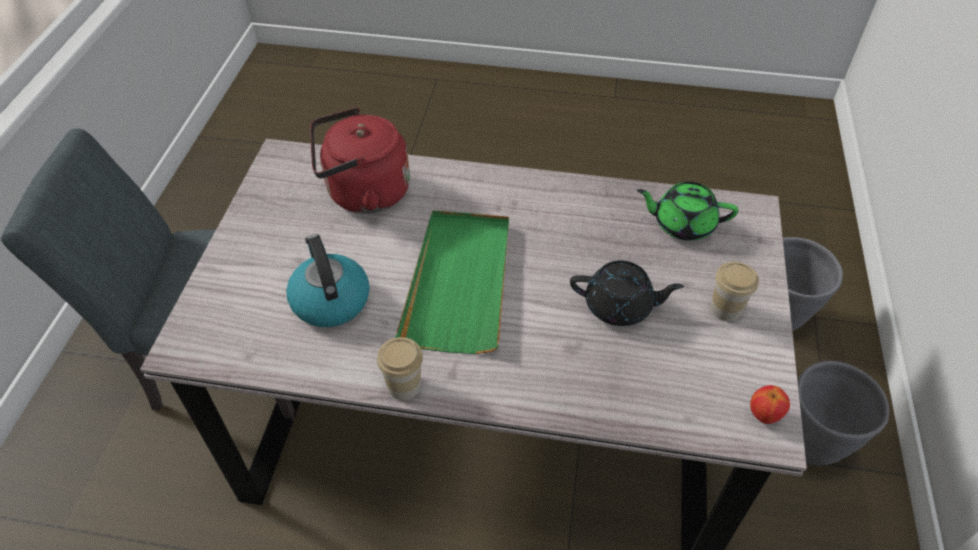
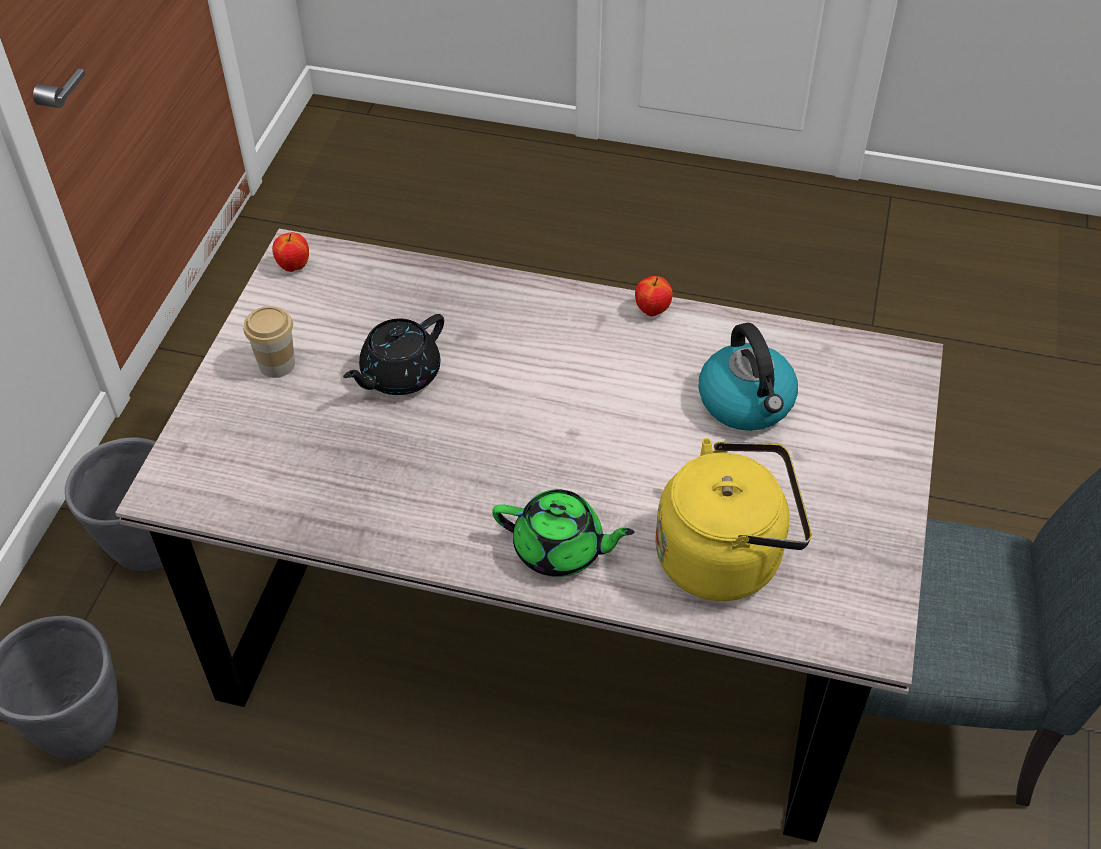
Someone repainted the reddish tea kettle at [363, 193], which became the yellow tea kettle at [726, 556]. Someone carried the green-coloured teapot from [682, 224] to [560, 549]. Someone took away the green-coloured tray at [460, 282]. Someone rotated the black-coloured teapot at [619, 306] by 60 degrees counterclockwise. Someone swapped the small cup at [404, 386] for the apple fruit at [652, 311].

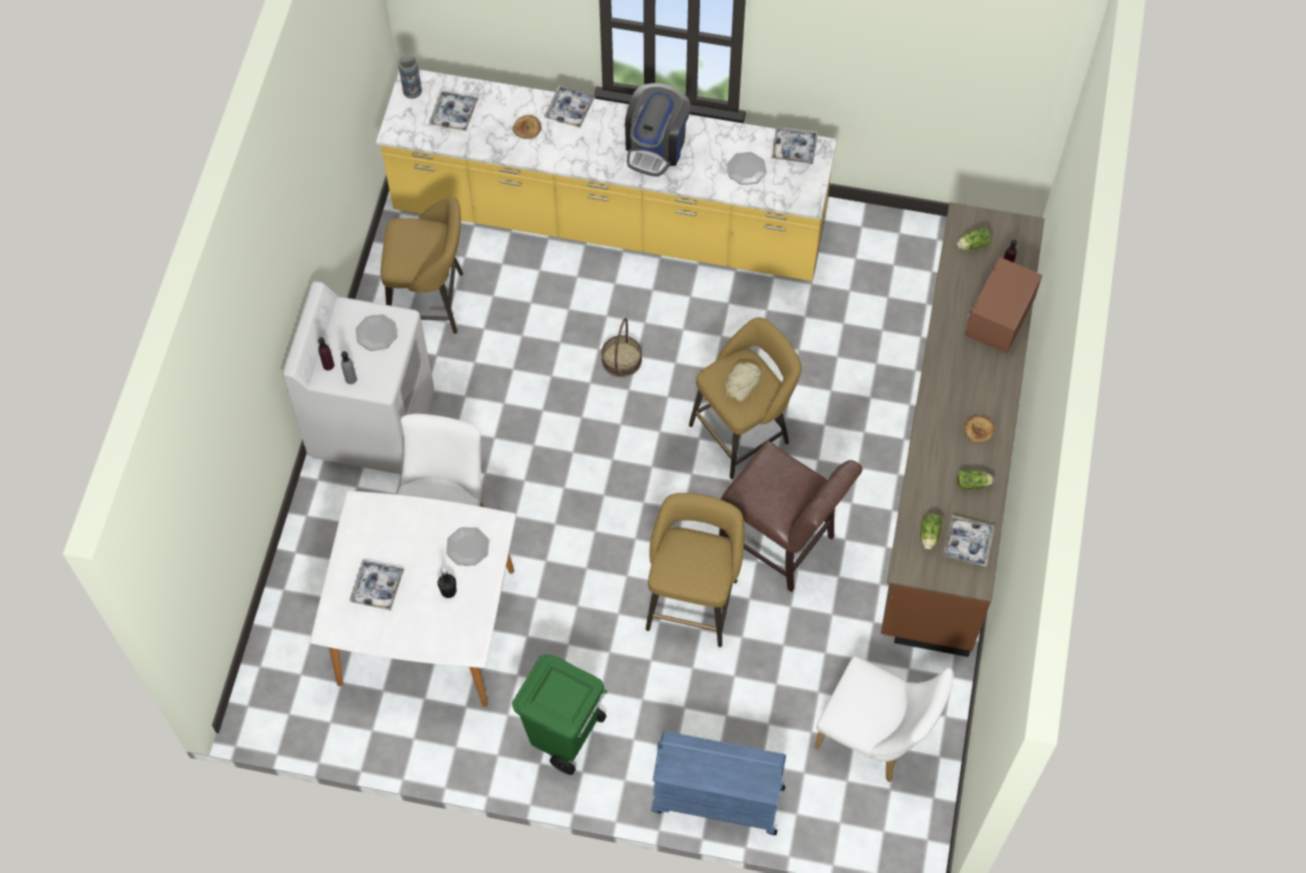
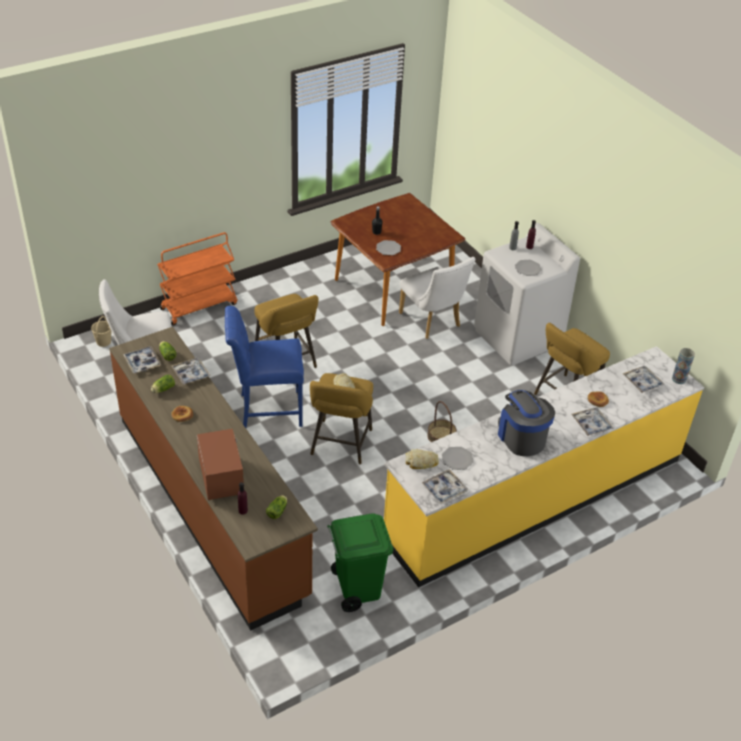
Someone repainted the brown plain chair at [782, 544], which became the blue-coloured plain chair at [266, 409]. Someone repainted the white-coloured dining table at [428, 627], which became the brown dining table at [393, 288]. Someone carried the tray from [377, 587] to [191, 374]. Someone carried the green-coloured rubbish bin from [564, 736] to [357, 588]. Someone repainted the blue-coloured trolley at [716, 800], which became the orange-coloured trolley at [199, 306]. Someone put down the beige-coloured water bucket at [103, 341]. Someone put down the bread at [421, 462].

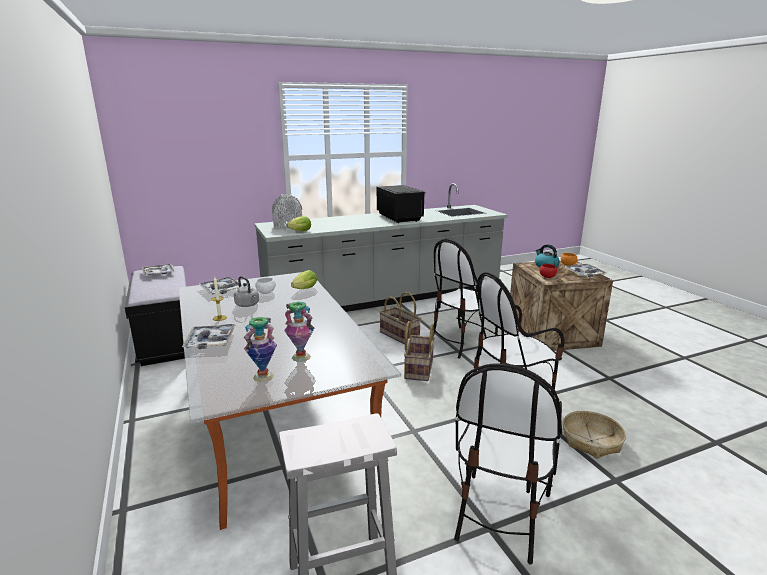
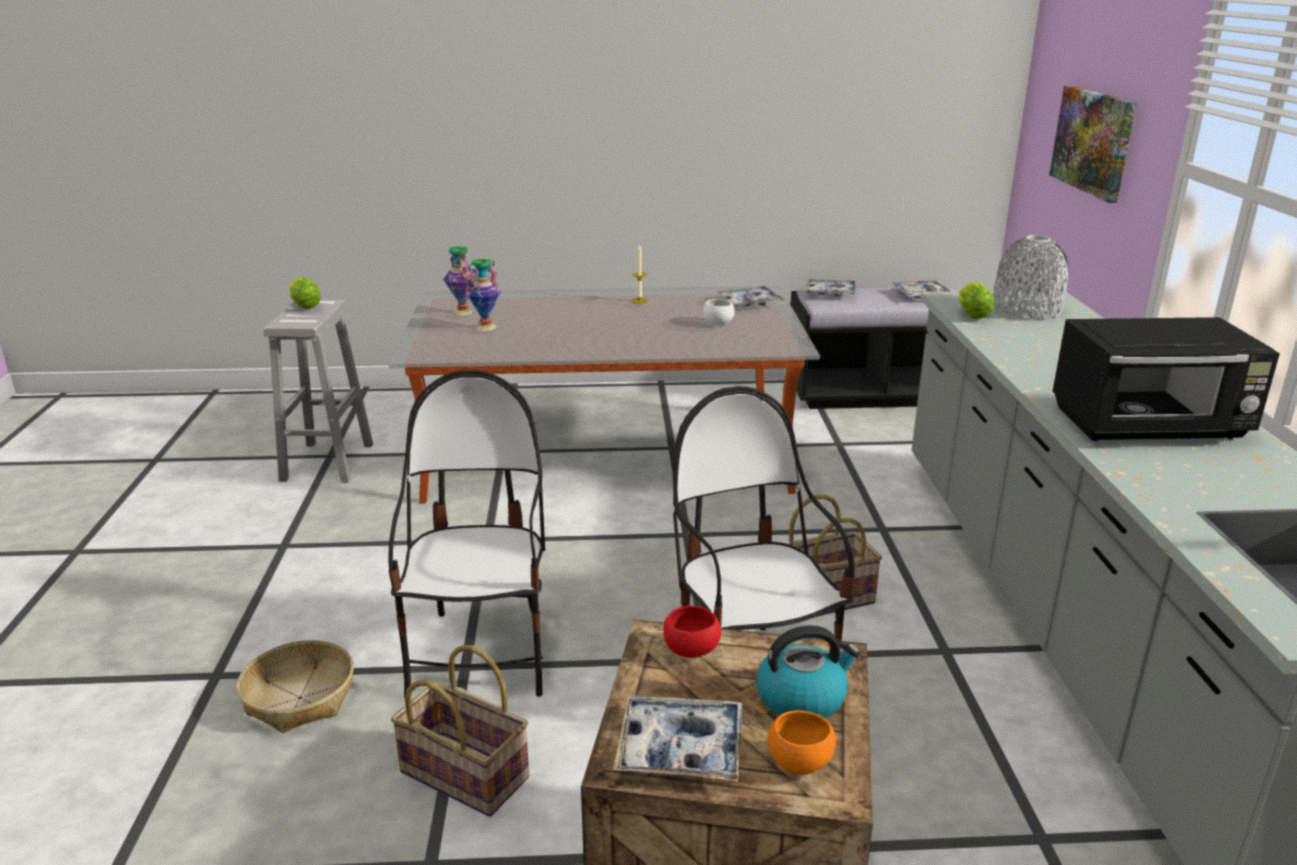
Someone carried the head of lettuce from [303, 289] to [304, 305]. Someone took away the gray tea kettle at [248, 305]. Someone carried the household basket from [418, 369] to [466, 774]. Someone carried the tray from [210, 341] to [830, 293]. Someone took away the plain chair at [499, 513]. Someone put up the picture at [1093, 141].

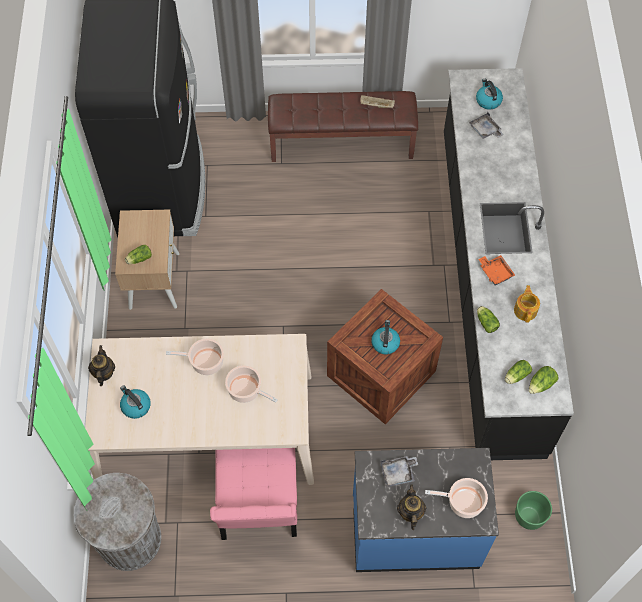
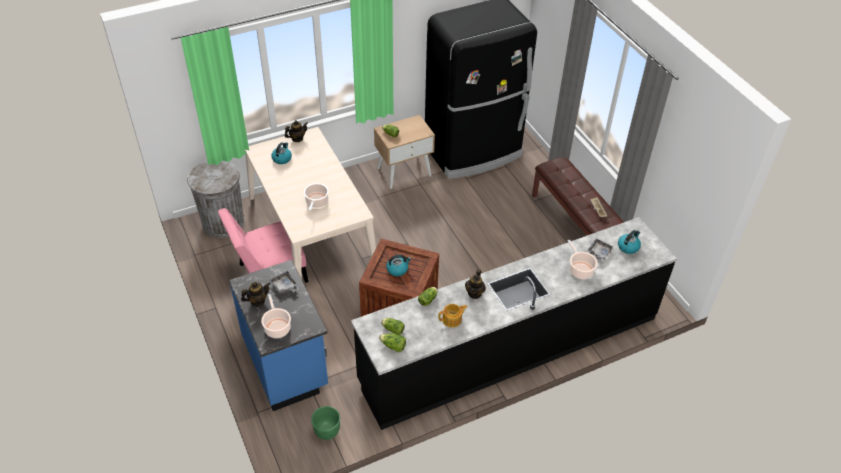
Someone swapped the orange-coloured tray at [495, 272] for the teapot at [474, 293]. Someone carried the saucepot from [205, 362] to [580, 270].

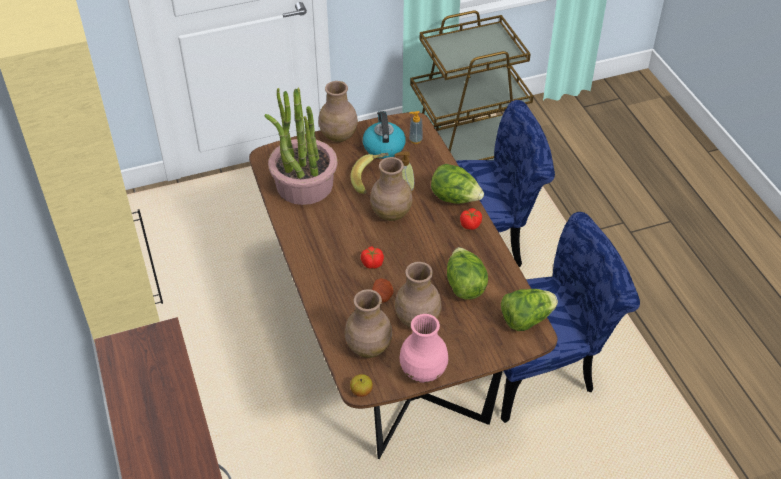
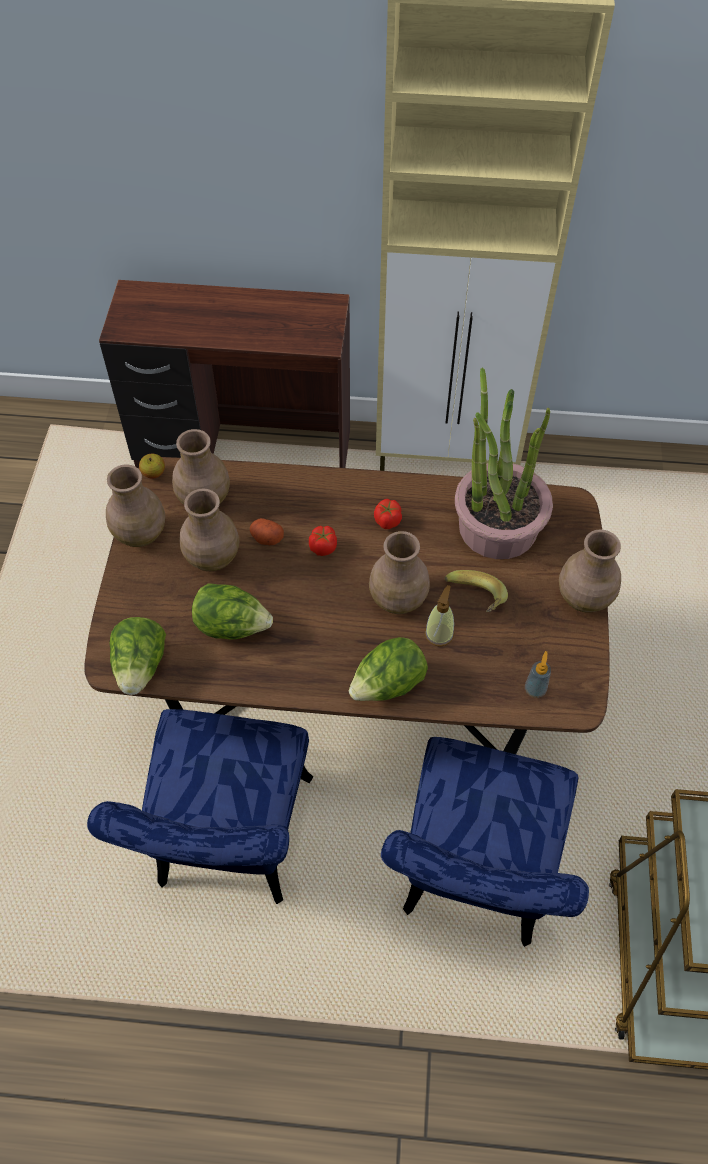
Someone took away the tea kettle at [383, 147]. Someone carried the fresh tomato from [470, 225] to [387, 521]. Someone repainted the pink-coloured vase at [422, 371], which became the brown vase at [141, 533].

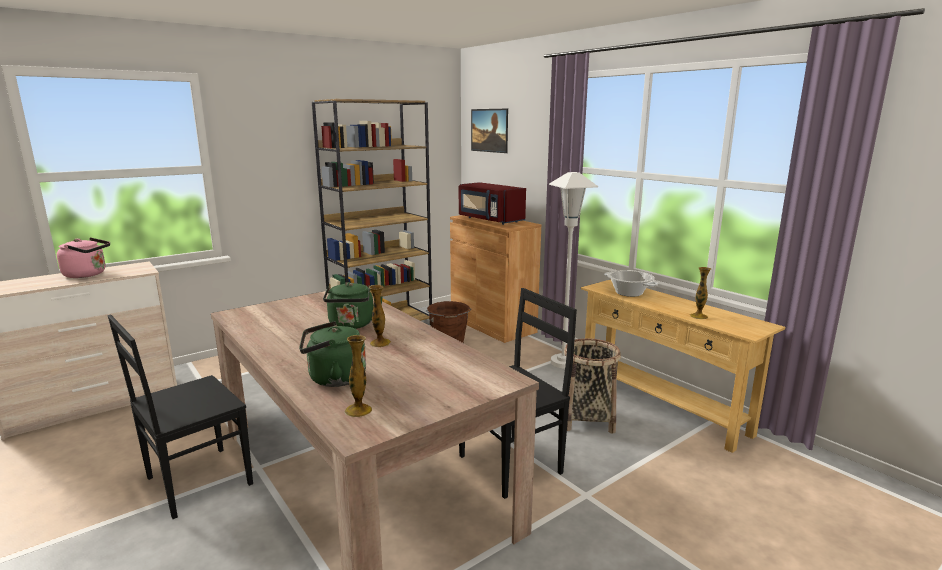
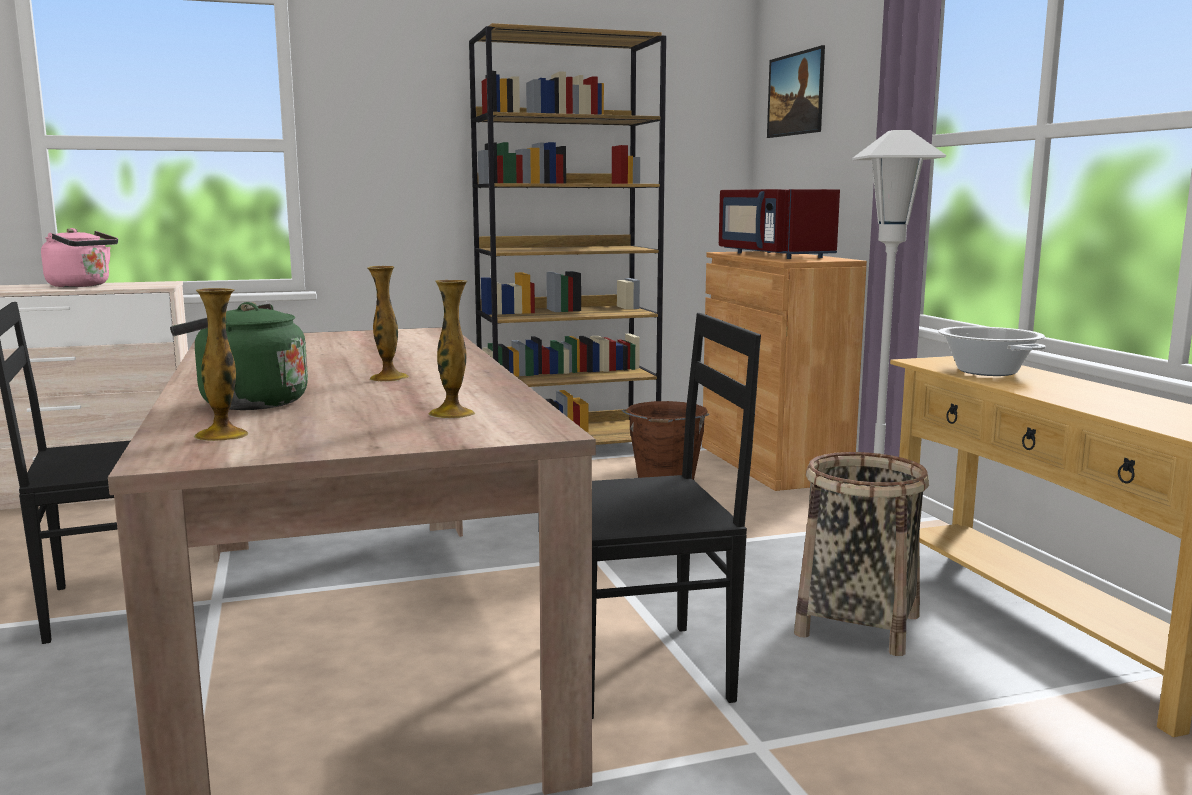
Someone carried the vase from [698, 316] to [452, 414]. Someone took away the green-coloured tea kettle at [351, 325].

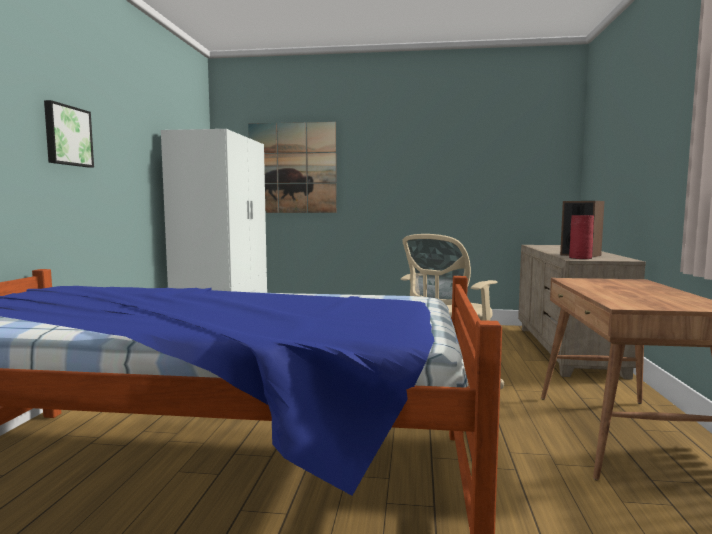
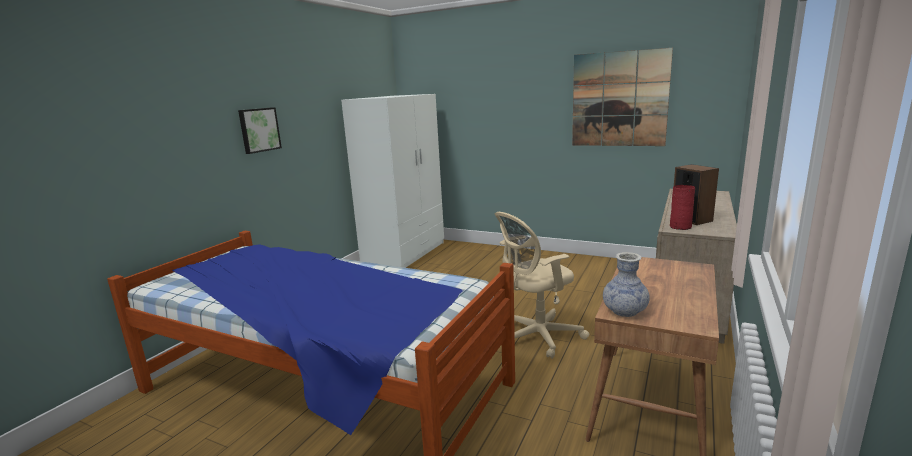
Someone carried the picture from [292, 168] to [619, 99]. Someone put down the vase at [624, 311].

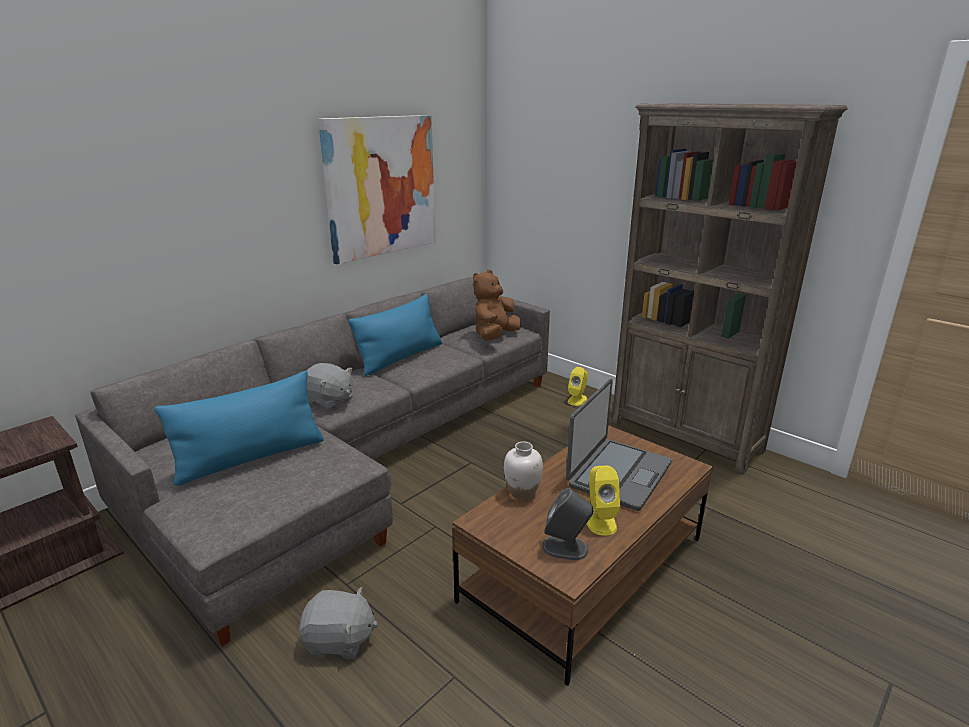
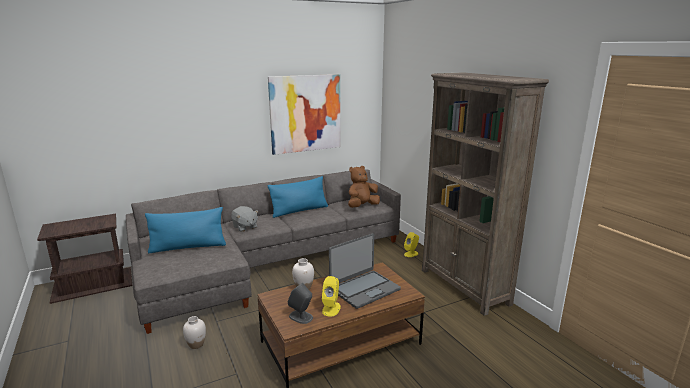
Someone swapped the gray plush toy at [339, 641] for the white-coloured vase at [196, 344].

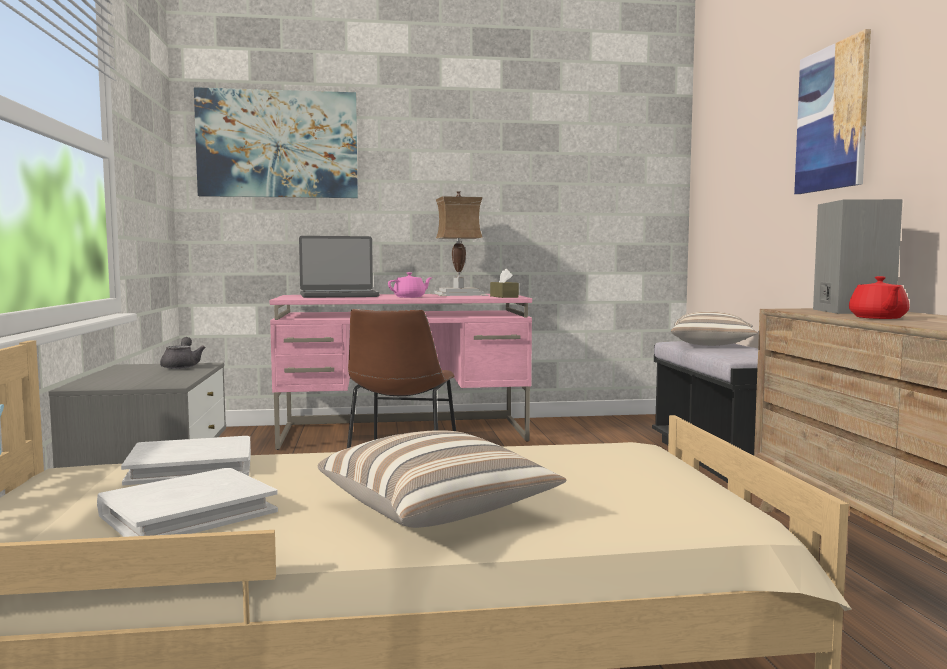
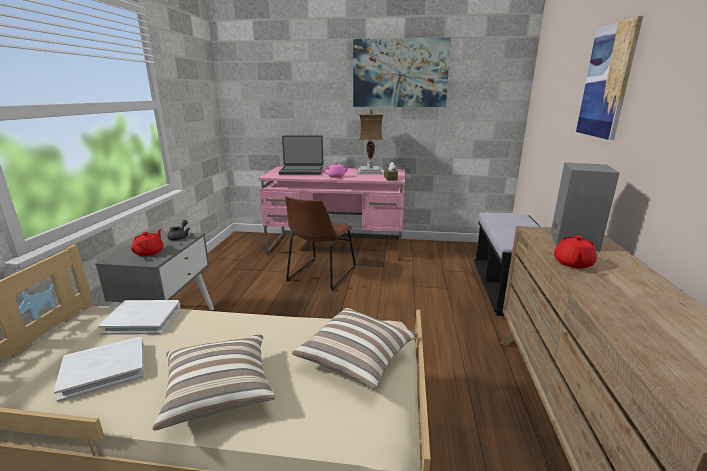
Someone carried the picture from [278, 144] to [400, 73]. Someone carried the pillow from [712, 345] to [357, 359]. Someone put down the reddish teapot at [150, 252].

